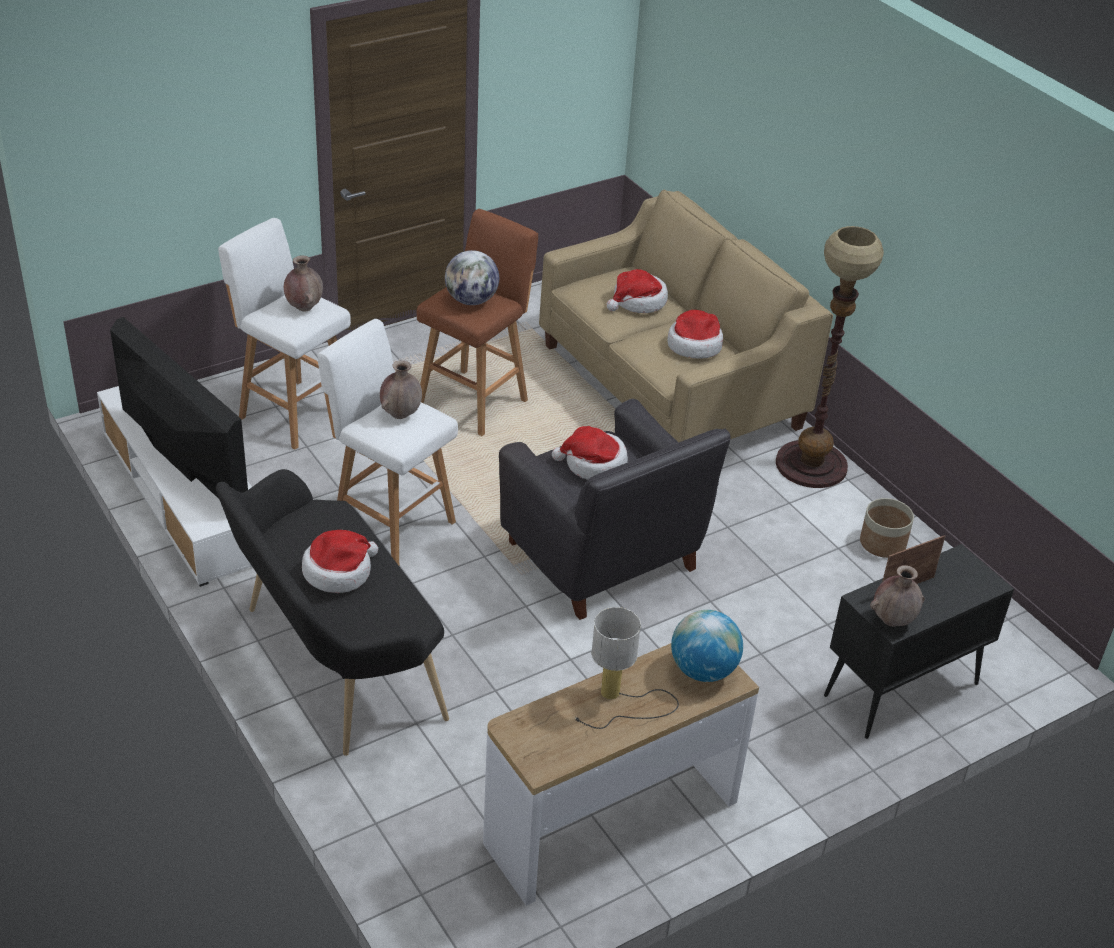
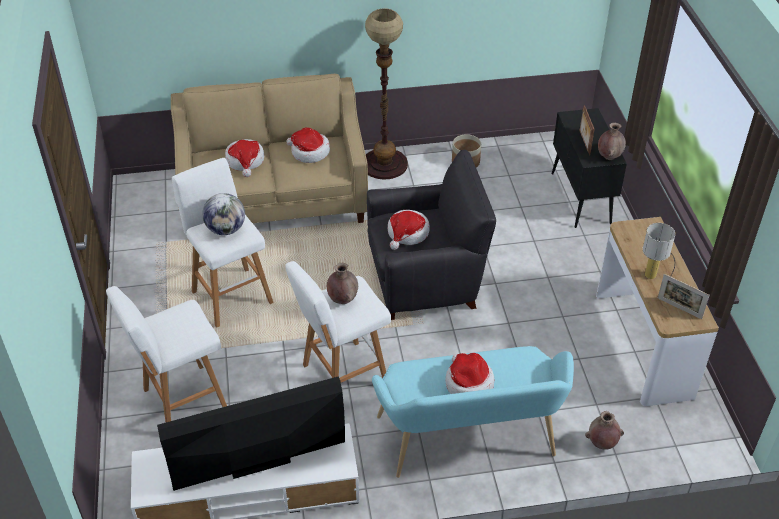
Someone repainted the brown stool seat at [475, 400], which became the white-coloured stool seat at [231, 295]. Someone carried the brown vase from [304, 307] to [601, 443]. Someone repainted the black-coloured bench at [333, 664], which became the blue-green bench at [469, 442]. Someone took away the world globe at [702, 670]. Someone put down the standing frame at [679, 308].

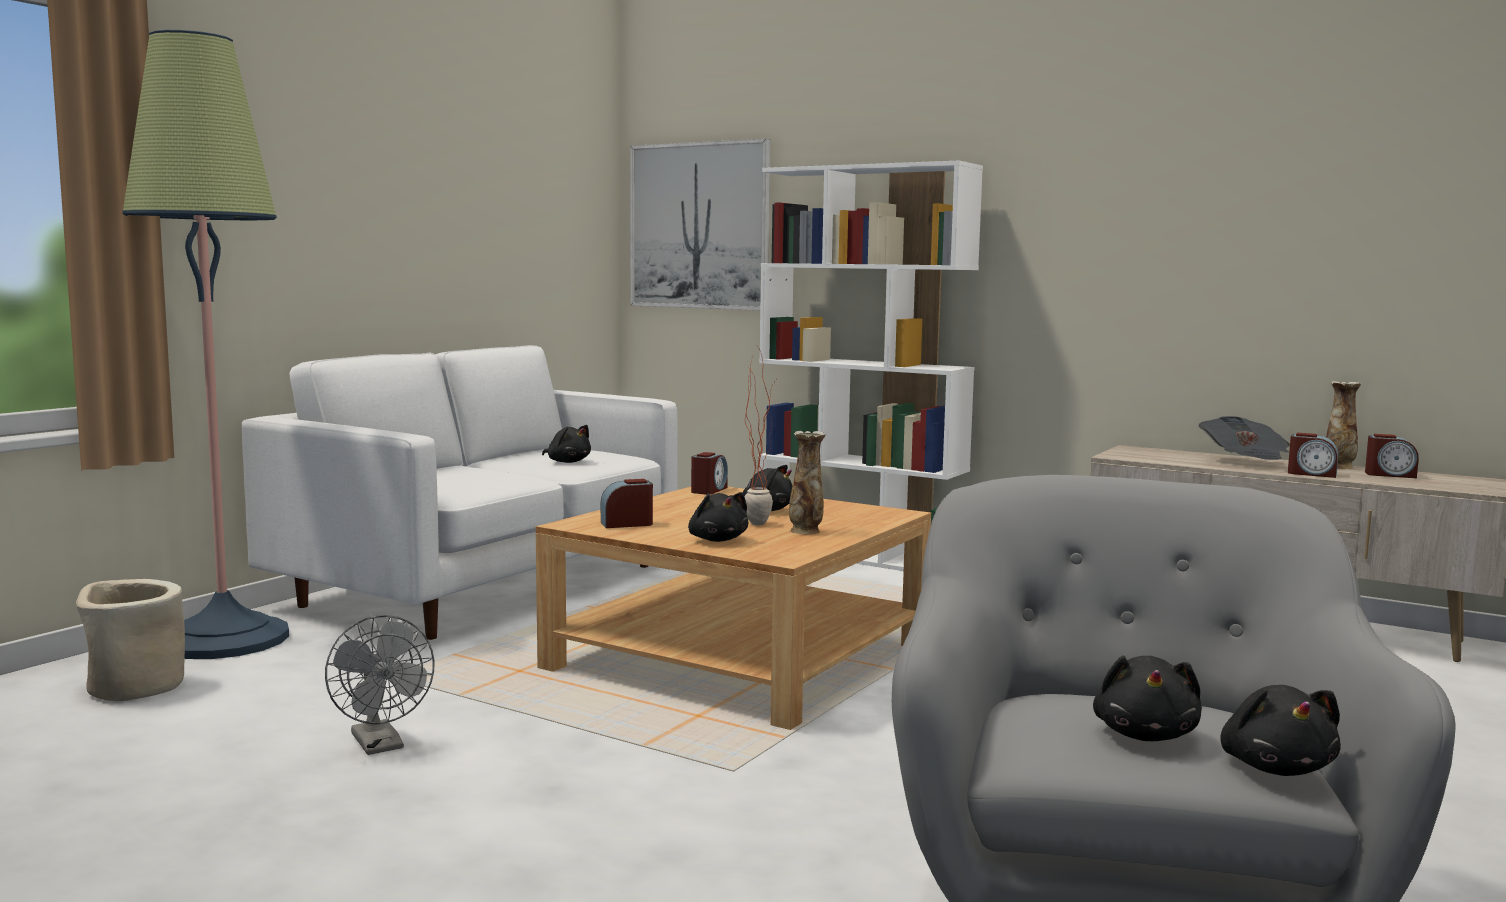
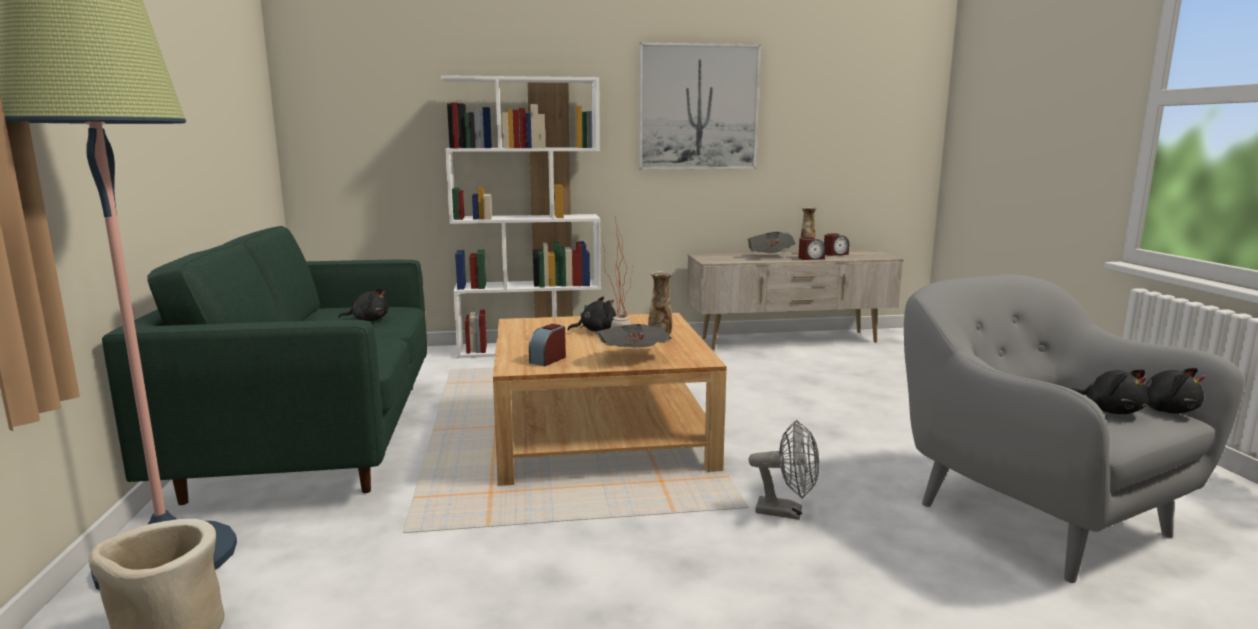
Someone carried the picture from [699, 226] to [698, 107]. Someone repainted the white-coloured settee at [485, 585], which became the green-coloured settee at [317, 436]. Someone took away the bedside clock at [709, 490]. Someone swapped the black-coloured plush toy at [717, 540] for the printed paper at [633, 357]. Someone carried the gray electric fan from [381, 745] to [787, 512].

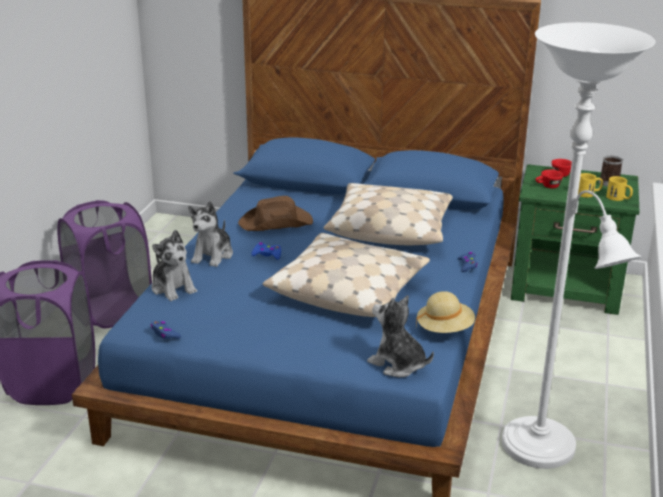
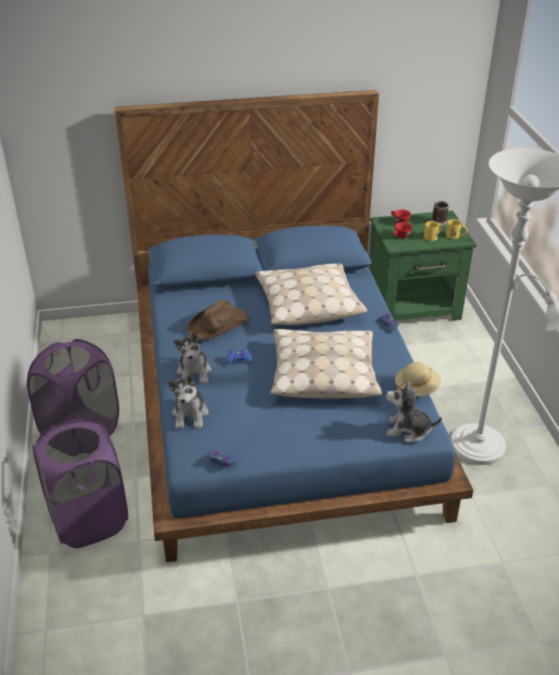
Someone rotated the plush toy at [173, 288] by 60 degrees clockwise.

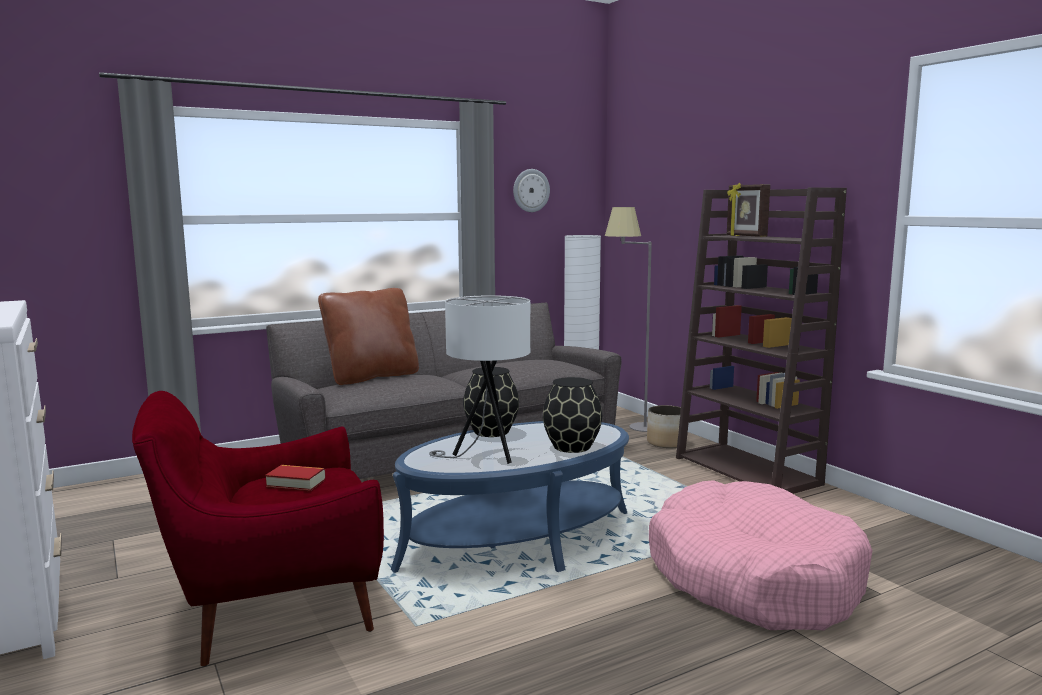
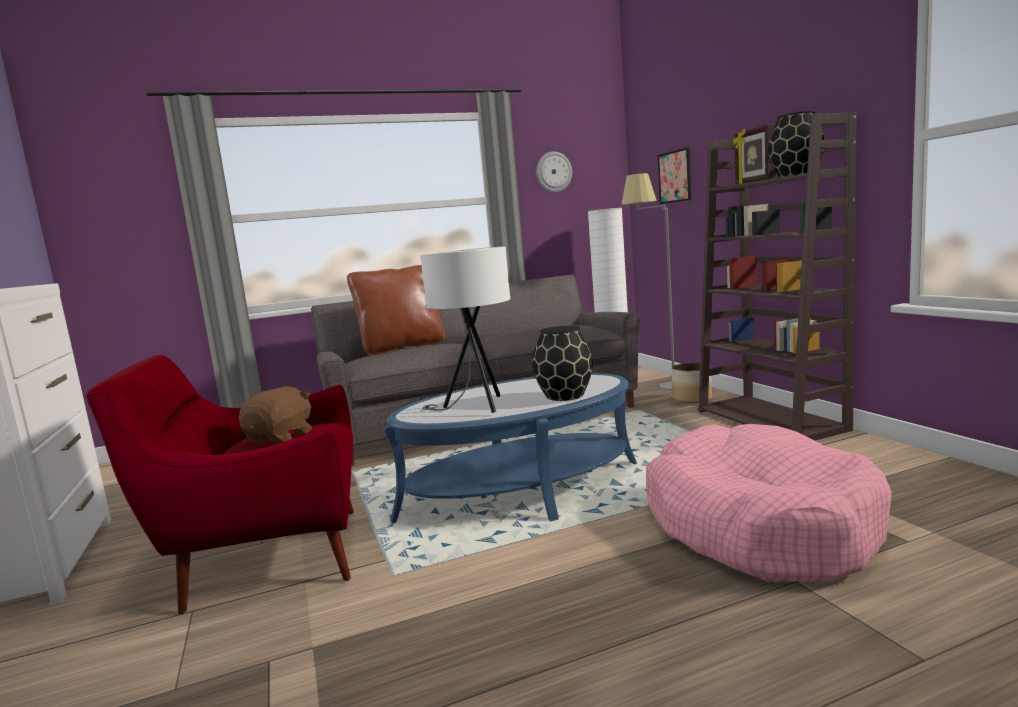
Someone carried the black-coloured vase from [490, 432] to [795, 176]. Someone swapped the book at [296, 483] for the brown plush toy at [281, 437]. Someone put up the picture at [675, 176].

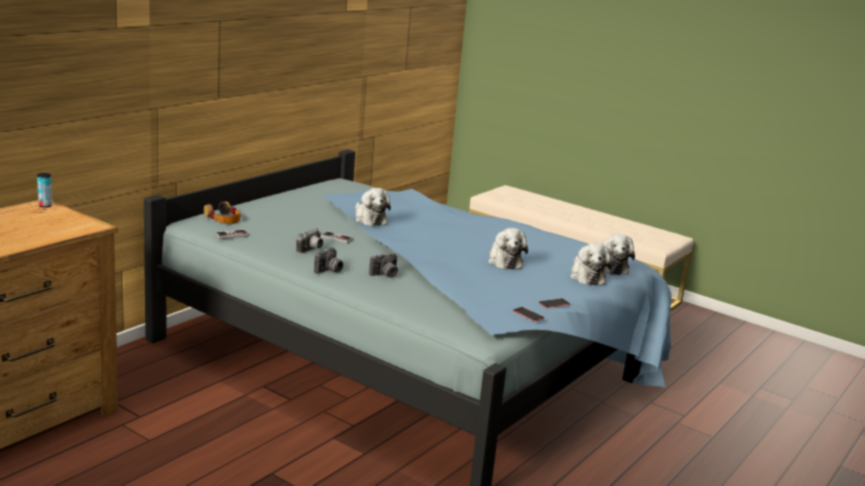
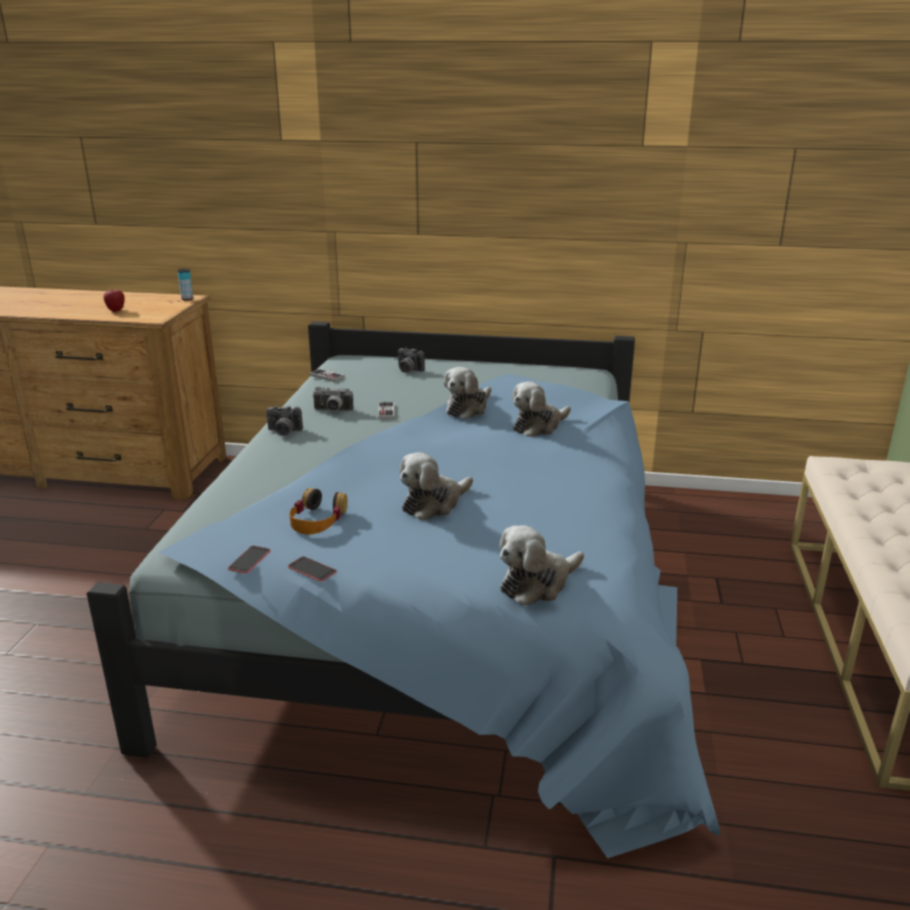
Someone carried the headphones from [223, 218] to [317, 519]. Someone carried the plush toy from [586, 277] to [538, 426]. Someone carried the still camera from [385, 275] to [408, 370]. Someone put down the apple fruit at [116, 310].

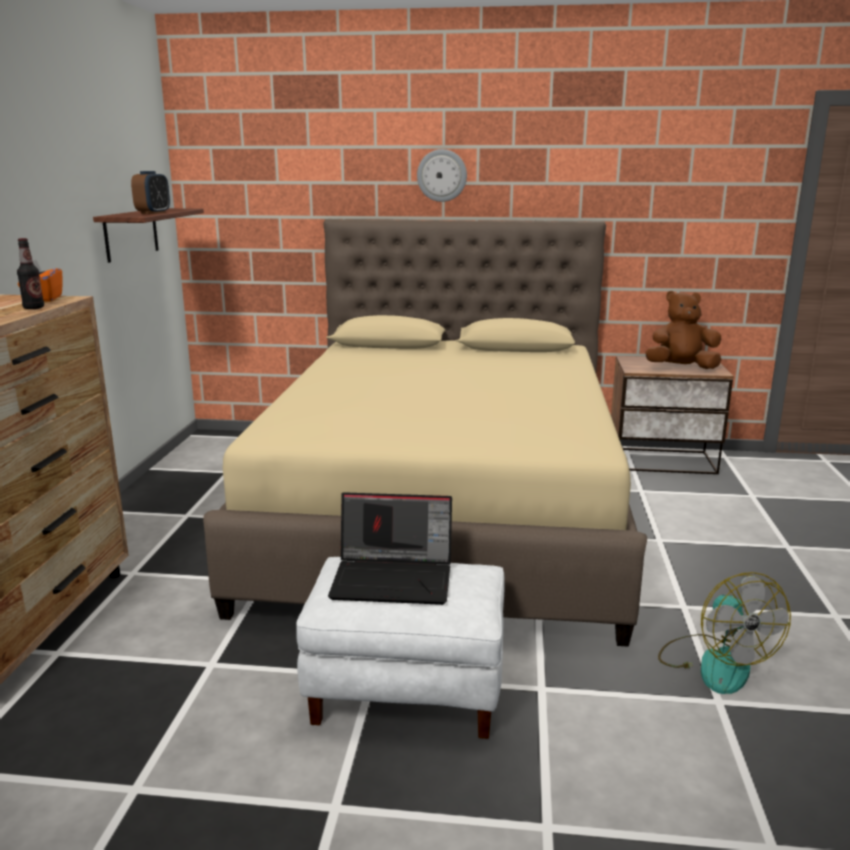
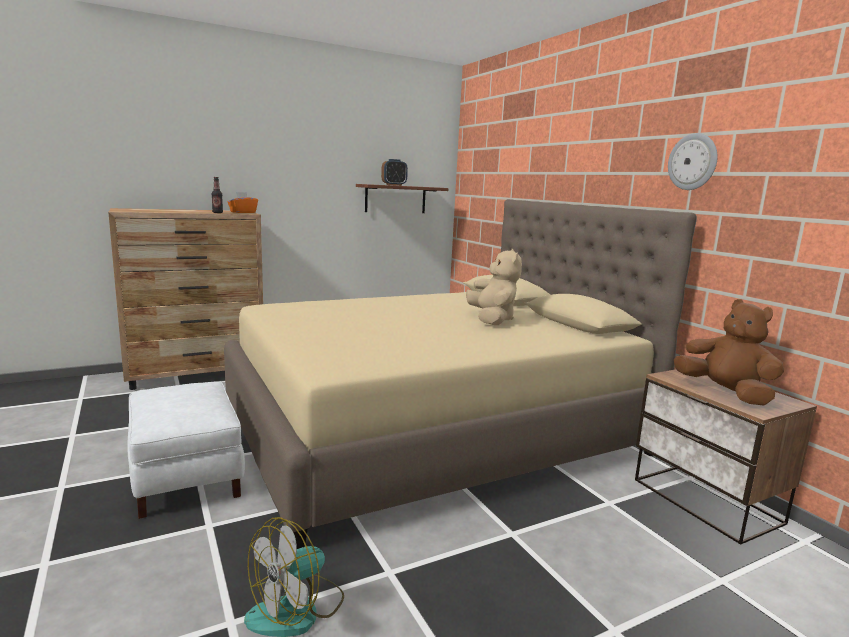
Someone carried the hanging clock from [442, 175] to [693, 162]. Someone took away the laptop at [394, 578]. Someone put down the beige-coloured plush toy at [492, 320].

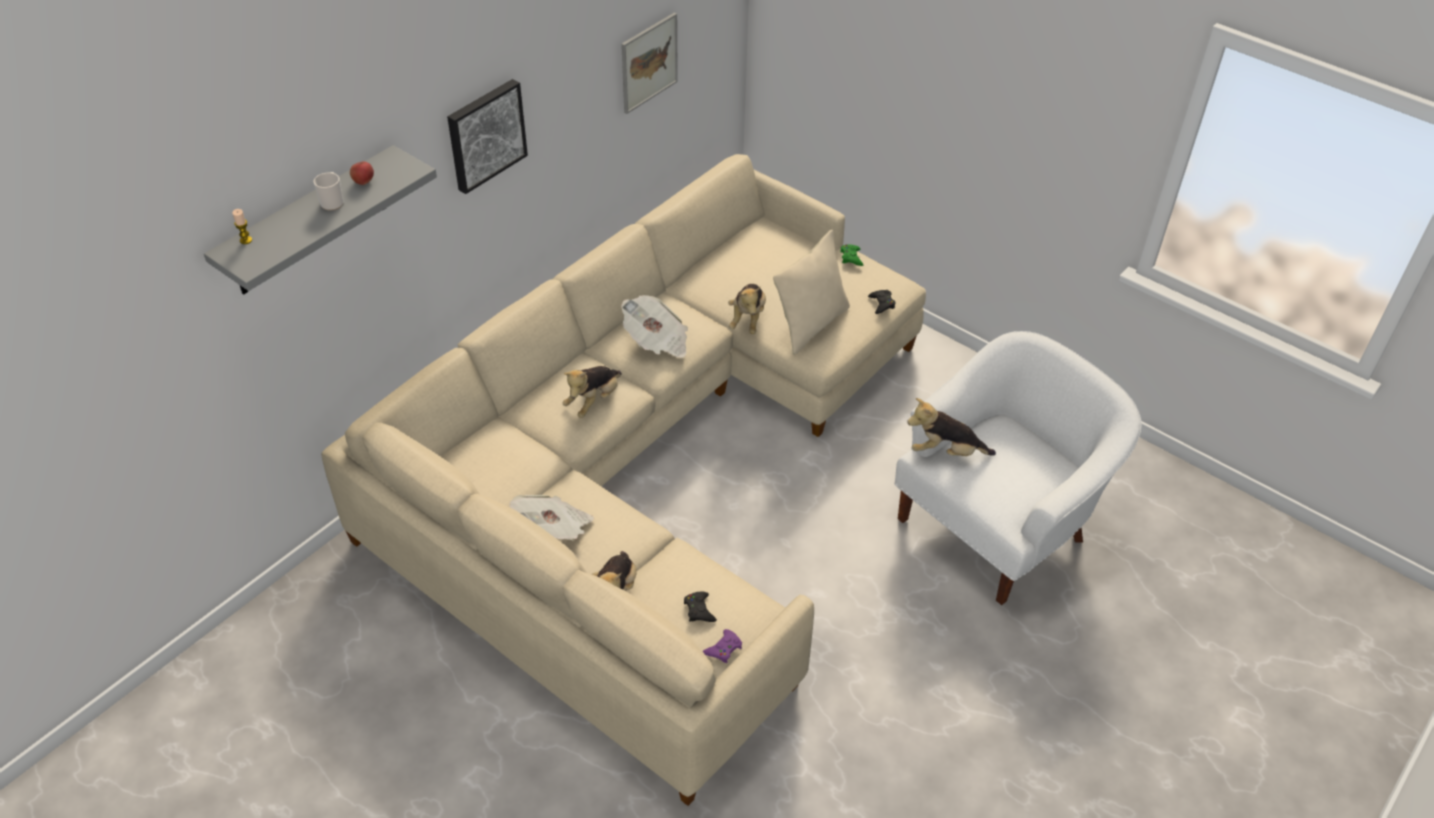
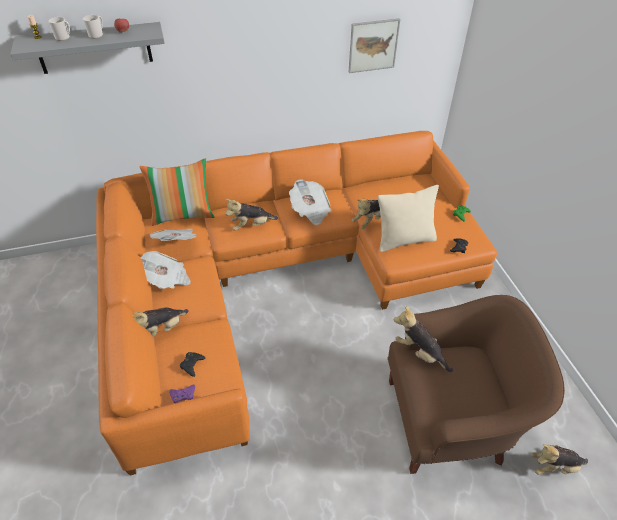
Someone took away the picture at [485, 134]. Someone repainted the beige-coloured settee at [648, 466], which became the orange-coloured settee at [278, 279]. Someone repainted the white-coloured lounge chair at [997, 527], which became the brown lounge chair at [449, 421]. Someone put down the tea mug at [64, 38]. Someone put down the pillow at [183, 215]. Someone put down the printed paper at [177, 243]. Someone put down the plush toy at [554, 466].

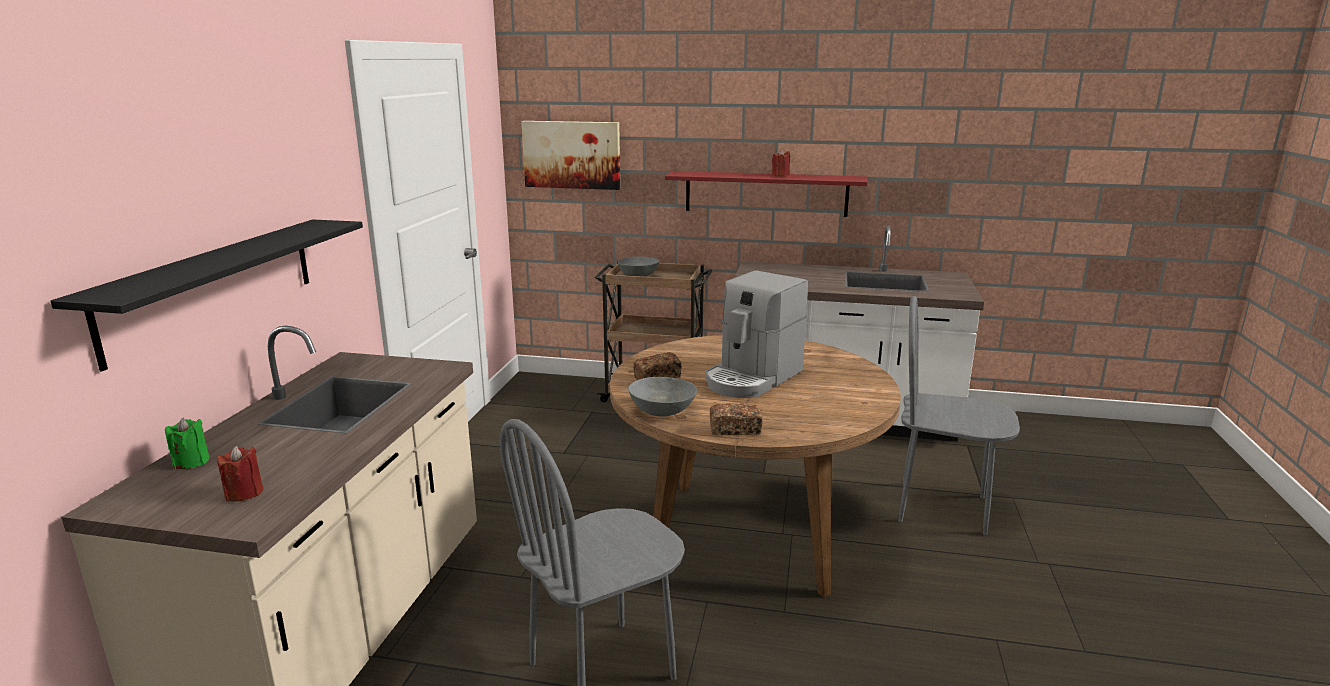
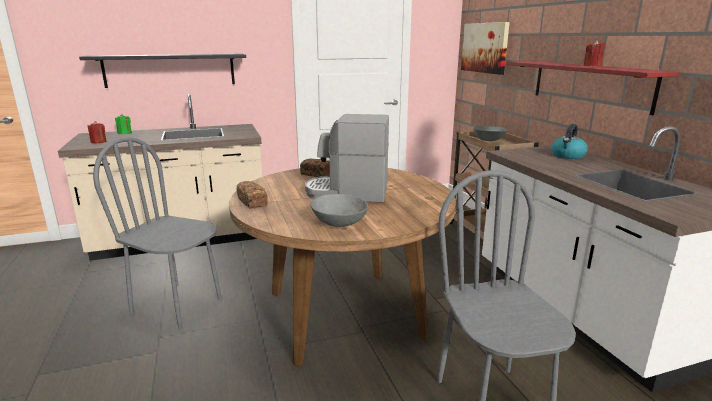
Someone carried the gray serving bowl from [662, 411] to [338, 222]. Someone put down the tea kettle at [568, 156].

